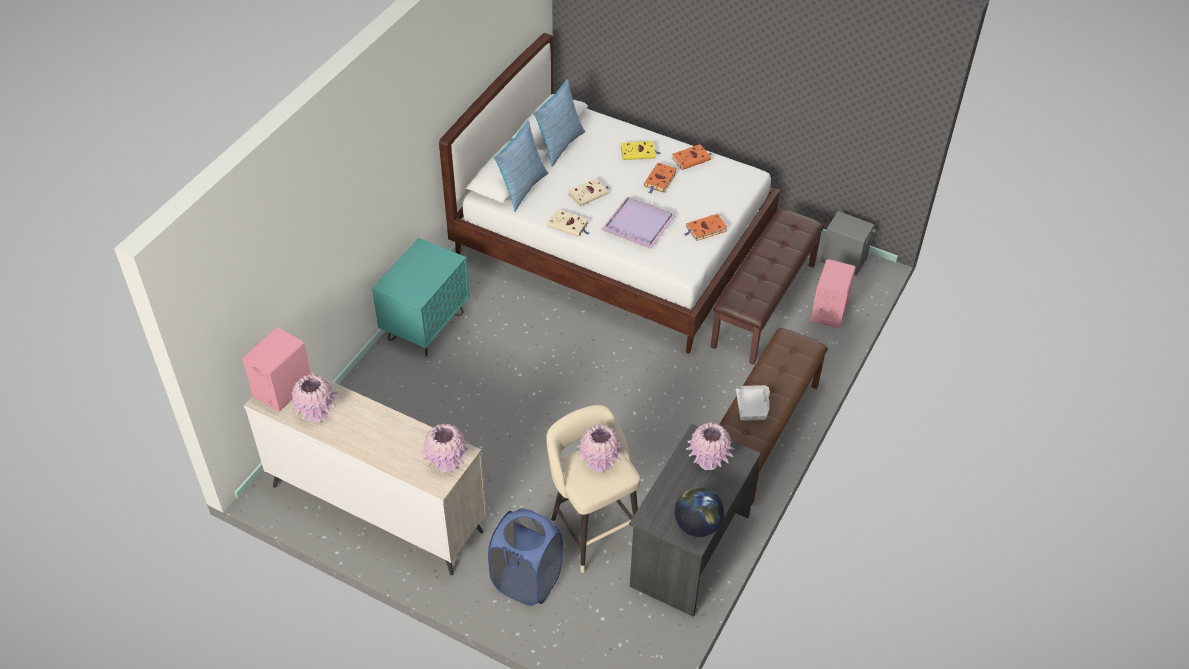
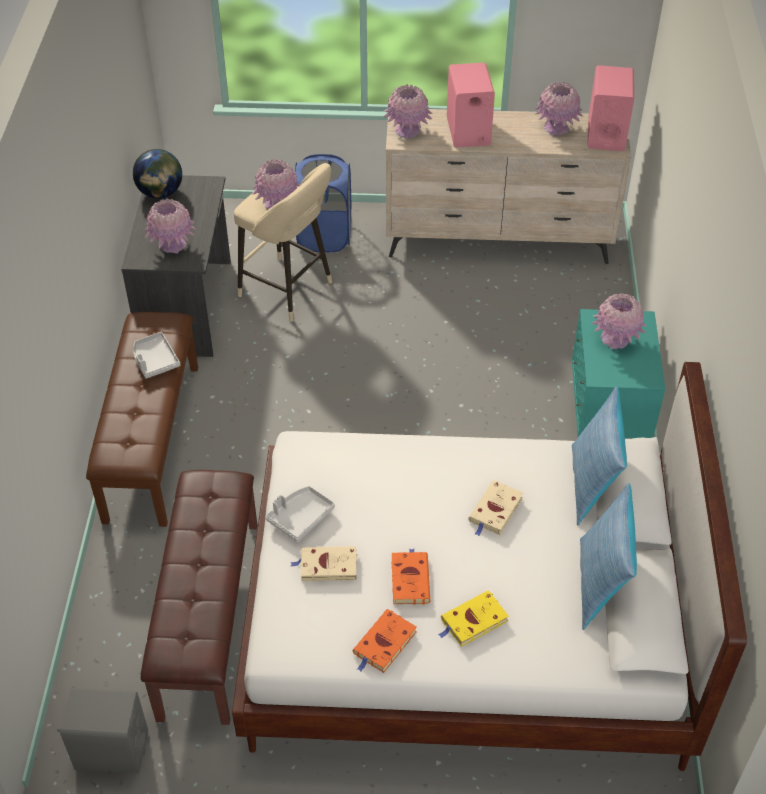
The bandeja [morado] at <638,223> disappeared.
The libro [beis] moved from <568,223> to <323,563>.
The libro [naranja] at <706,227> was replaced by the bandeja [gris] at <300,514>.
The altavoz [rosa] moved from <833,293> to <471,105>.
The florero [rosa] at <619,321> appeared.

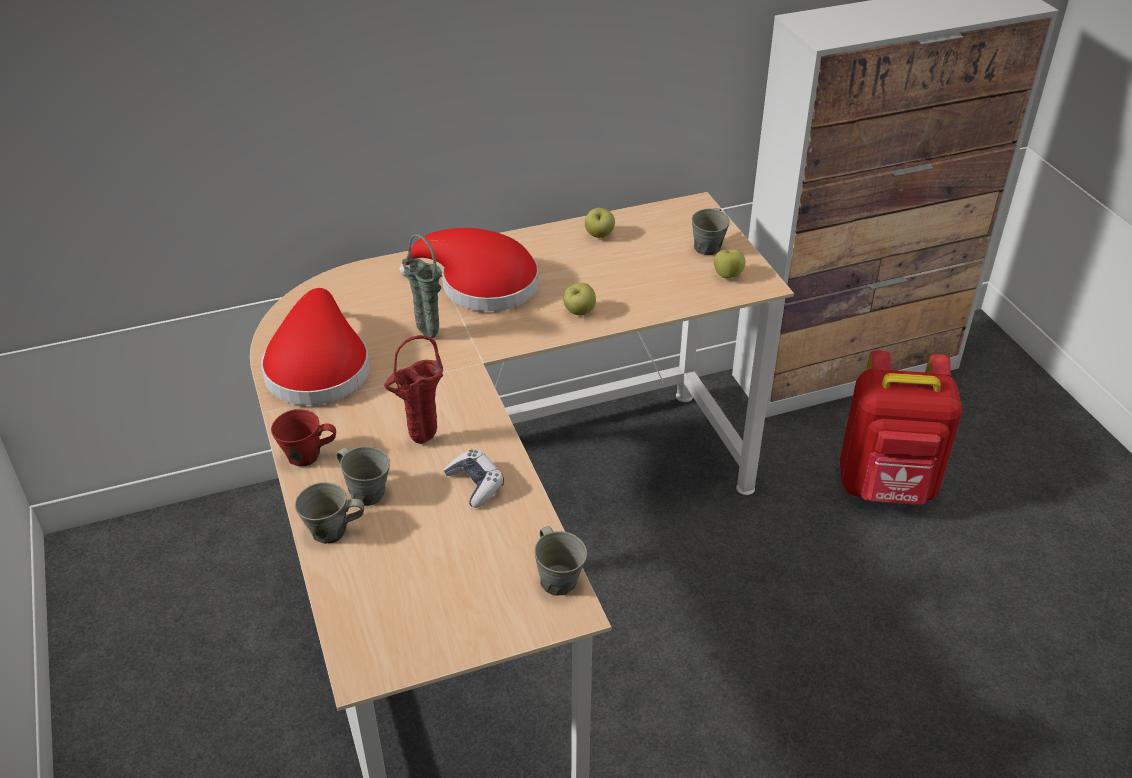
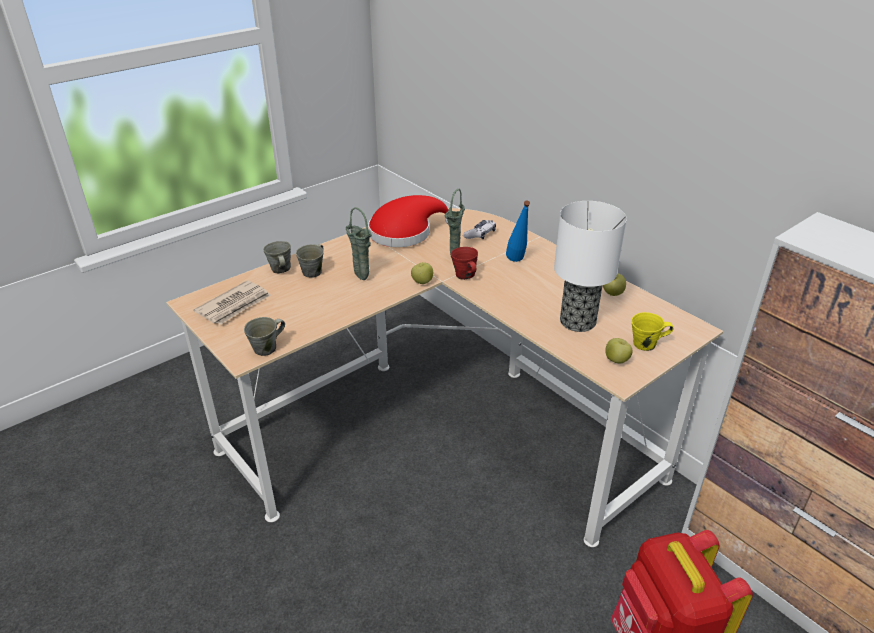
The taza grande [gris] at <711,231> became the taza grande [amarillo] at <652,331>.
The sombrero [rojo] at <469,269> was replaced by the botella [azul] at <518,231>.
The manzana moved from <579,299> to <422,273>.
The florero [rojo] at <413,389> became the florero [verde] at <359,243>.
The taza grande [rojo] moved from <303,438> to <464,263>.
The mando de consola moved from <474,478> to <479,229>.
The lámpara de mesa at <590,266> appeared.
The periódico at <232,302> appeared.

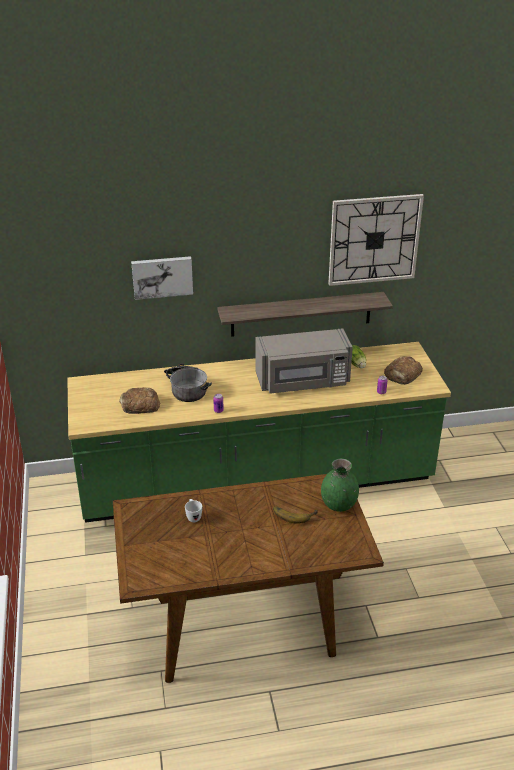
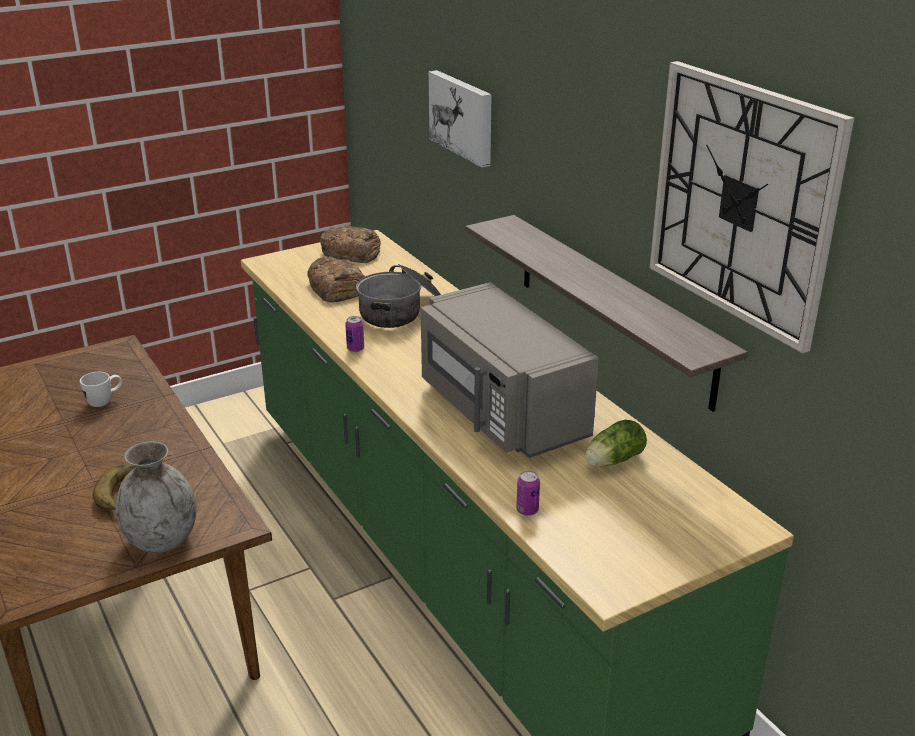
The pan moved from <403,370> to <350,244>.
The florero [verde] at <340,485> became the florero [gris] at <156,497>.

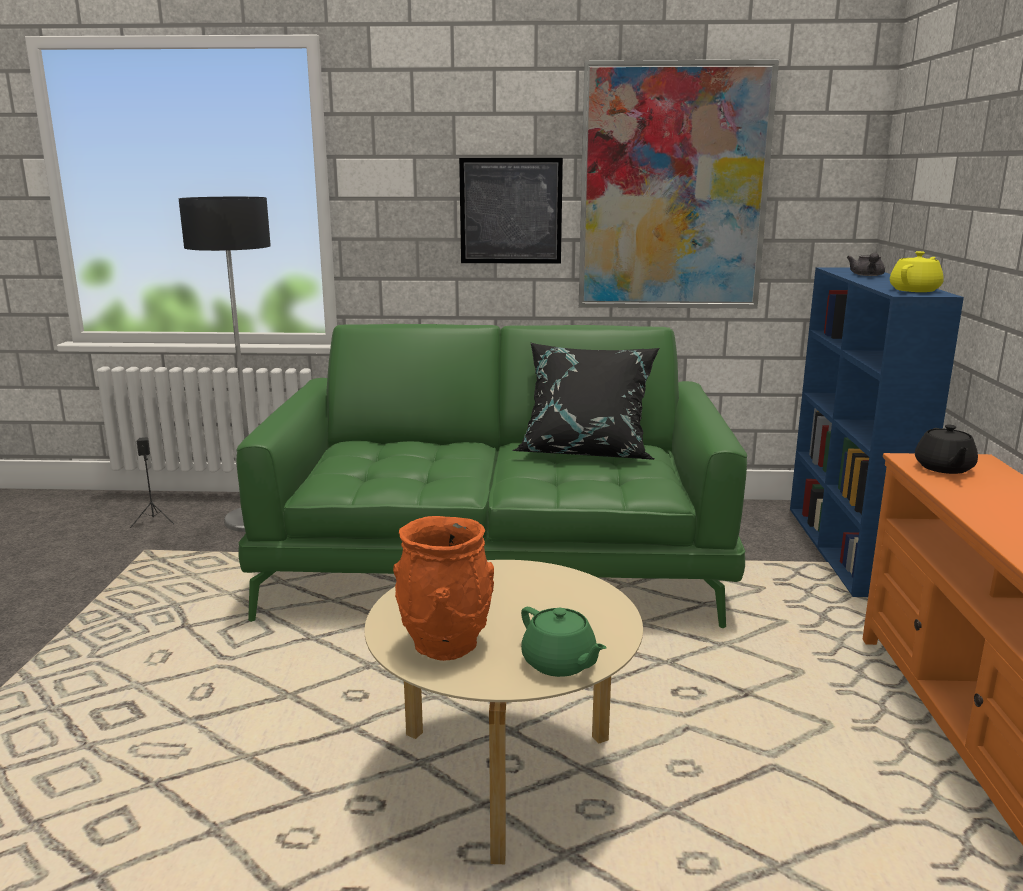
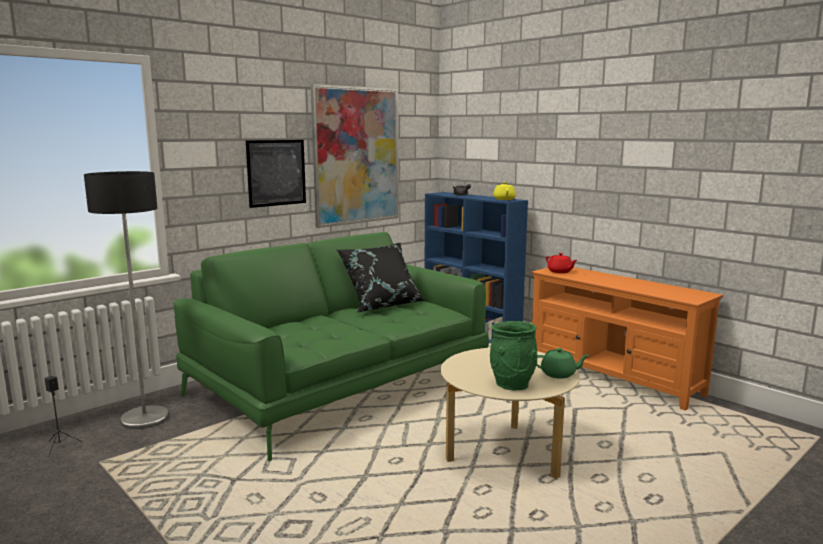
The tetera [negro] at <946,449> became the tetera [rojo] at <562,263>.
The florero [naranja] at <443,588> became the florero [verde] at <513,356>.

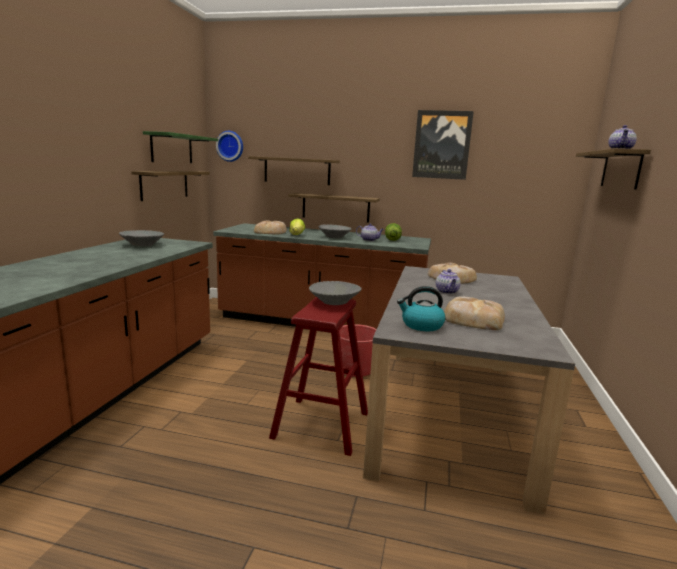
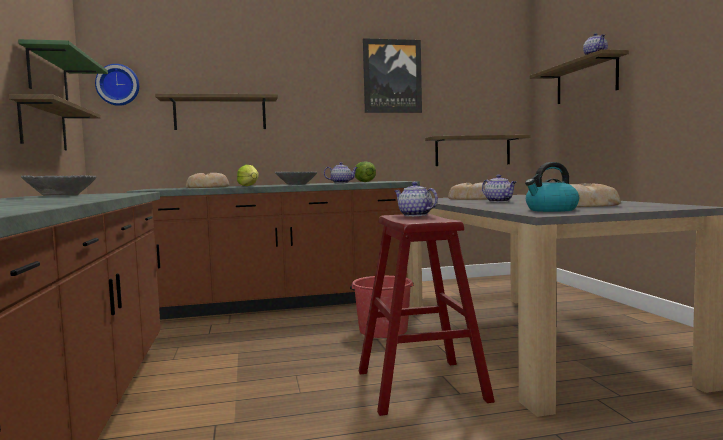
The estante moved from <334,208> to <478,150>.
The cuenco [gris] at <335,293> was replaced by the tetera at <416,199>.

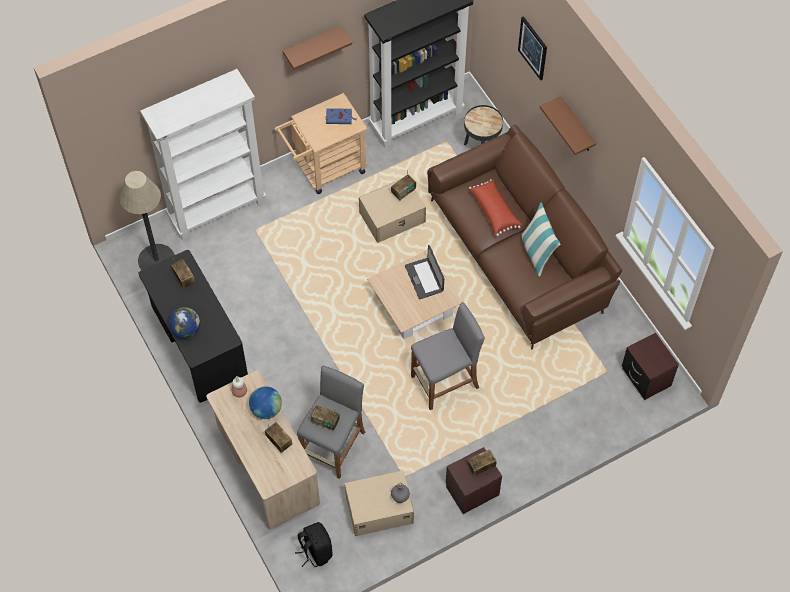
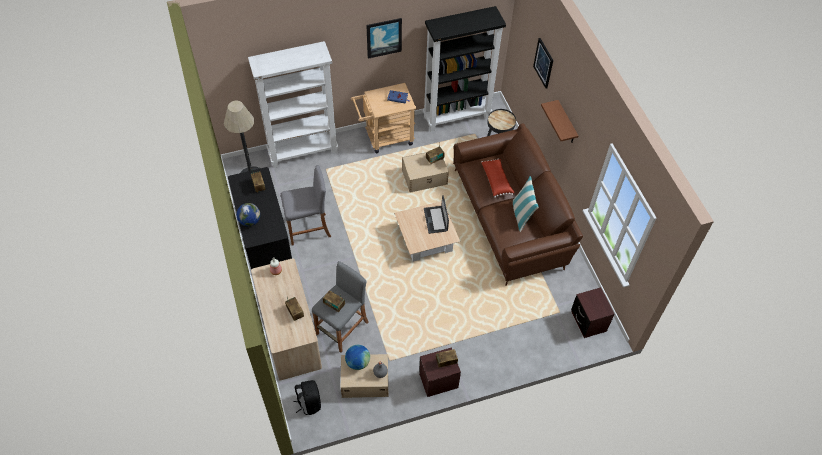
The estante [marrón] at <317,48> was replaced by the cuadro at <384,38>.
The taburete [gris] moved from <448,356> to <306,205>.
The globo terráqueo moved from <265,402> to <357,357>.

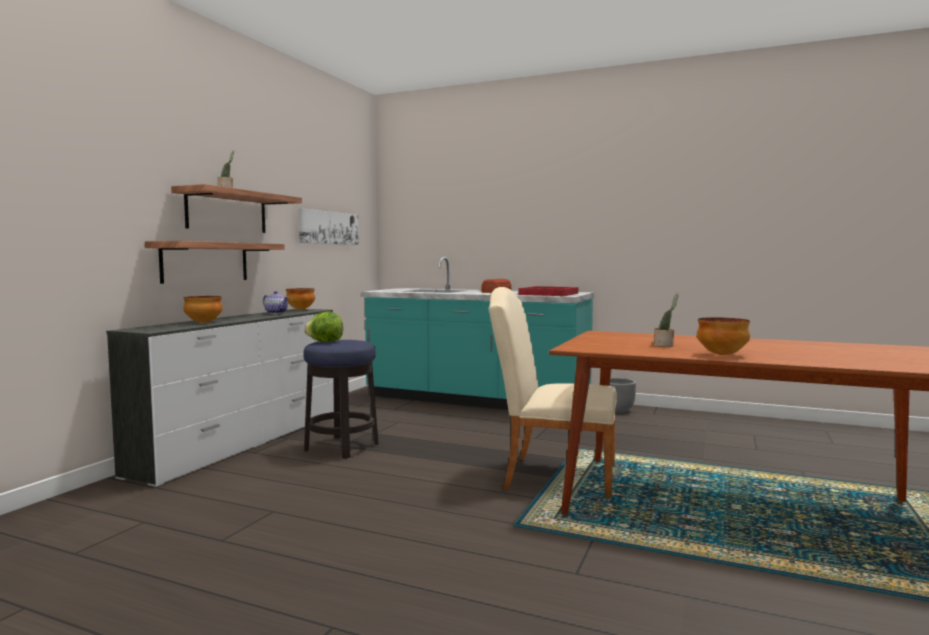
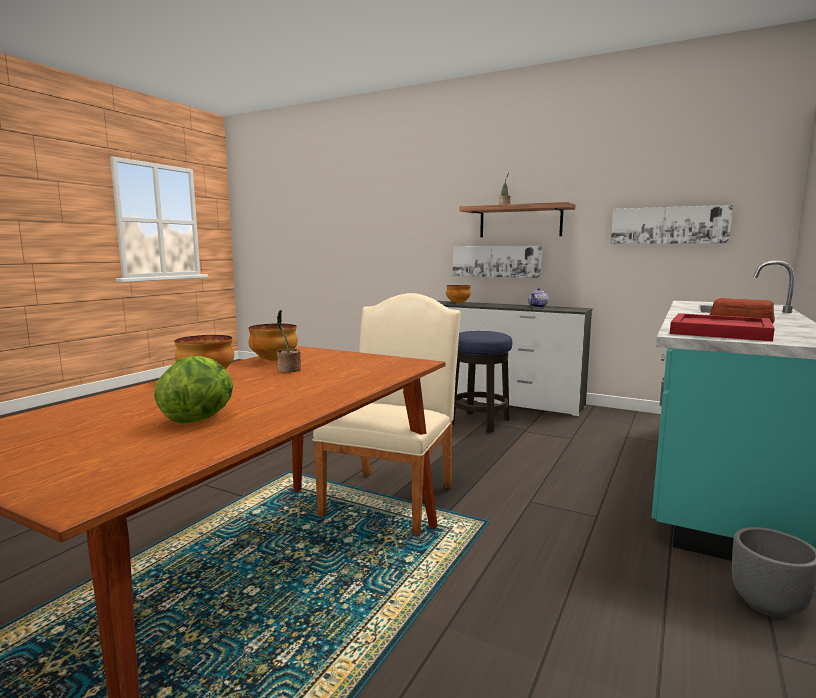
The estante at <215,262> was replaced by the cuadro at <497,262>.
The cuenco moved from <300,299> to <273,342>.
The lechuga moved from <323,326> to <193,390>.

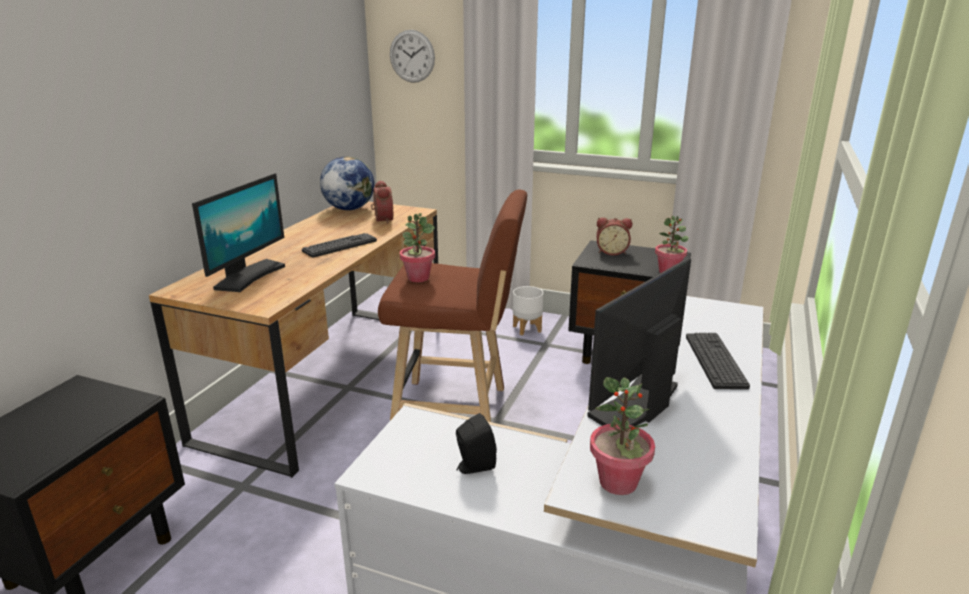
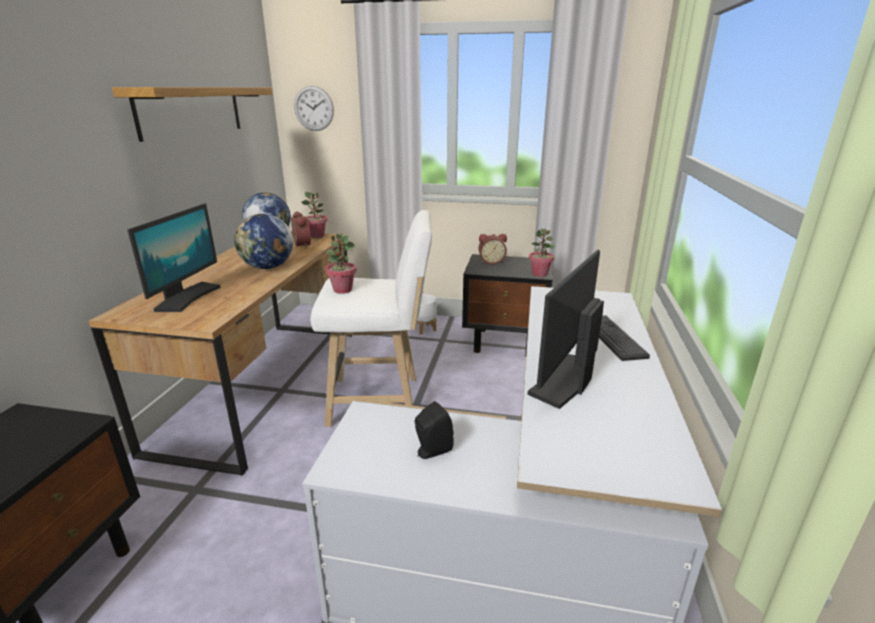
The taburete [marrón] at <452,305> became the taburete [blanco] at <371,318>.
The teclado at <339,245> was replaced by the globo terráqueo at <263,241>.
The planta en maceta moved from <622,436> to <314,214>.
The estante at <192,114> appeared.

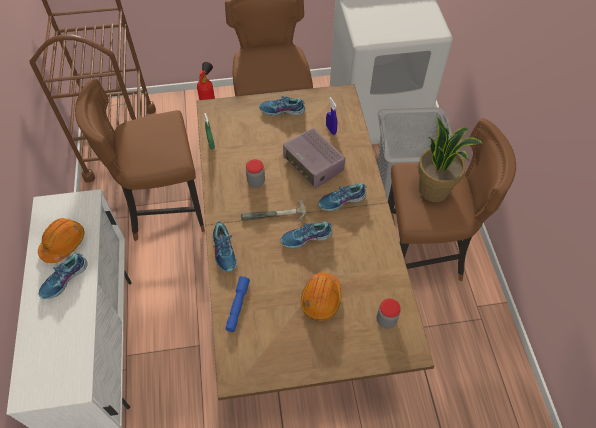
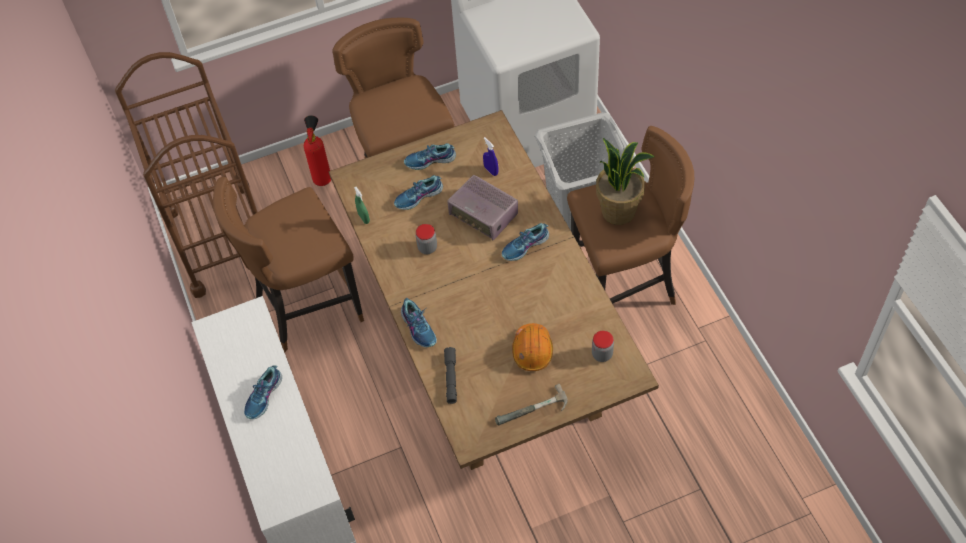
The martillo moved from <273,211> to <531,405>.
The casco [naranja] at <61,240> disappeared.
The zapato moved from <306,234> to <418,192>.
The linterna [azul] at <237,304> became the linterna [gris] at <450,375>.

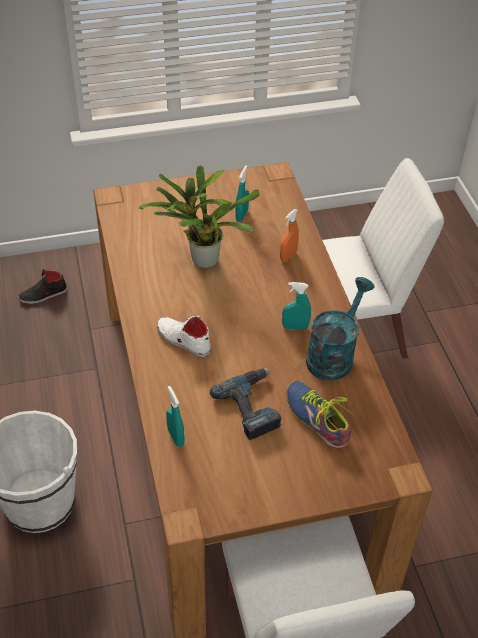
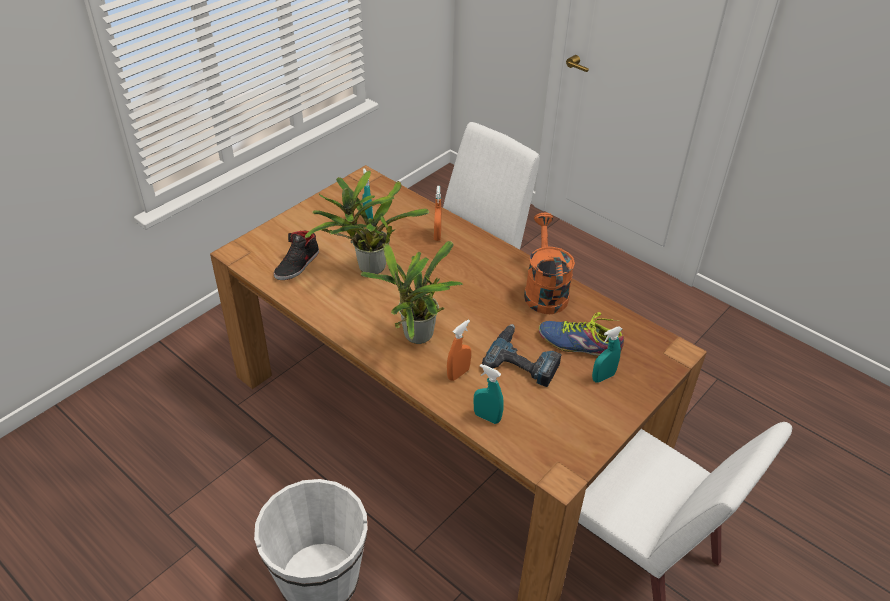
The zapato [negro] moved from <42,287> to <296,255>.
The regadera [turquesa] at <340,329> became the regadera [naranja] at <549,263>.
The pulverizador [turquesa] moved from <296,306> to <607,354>.
The zapato [blanco] at <184,336> was replaced by the planta en maceta at <412,292>.
The pulverizador [naranja] at <459,350> appeared.

